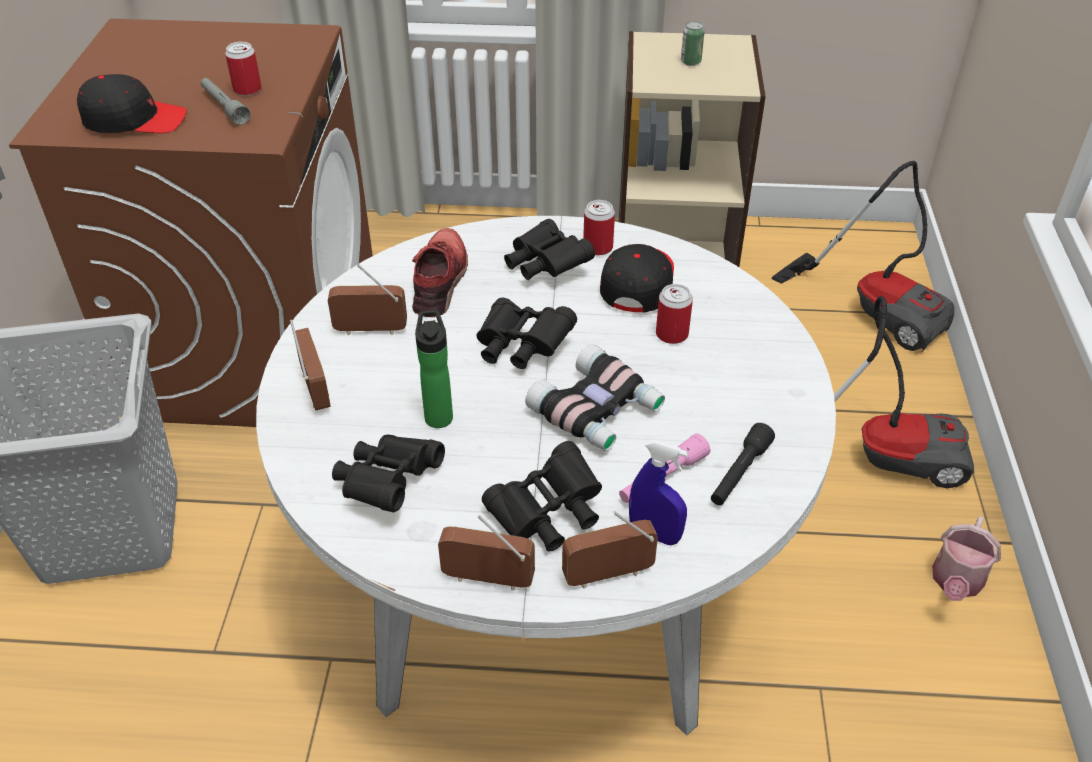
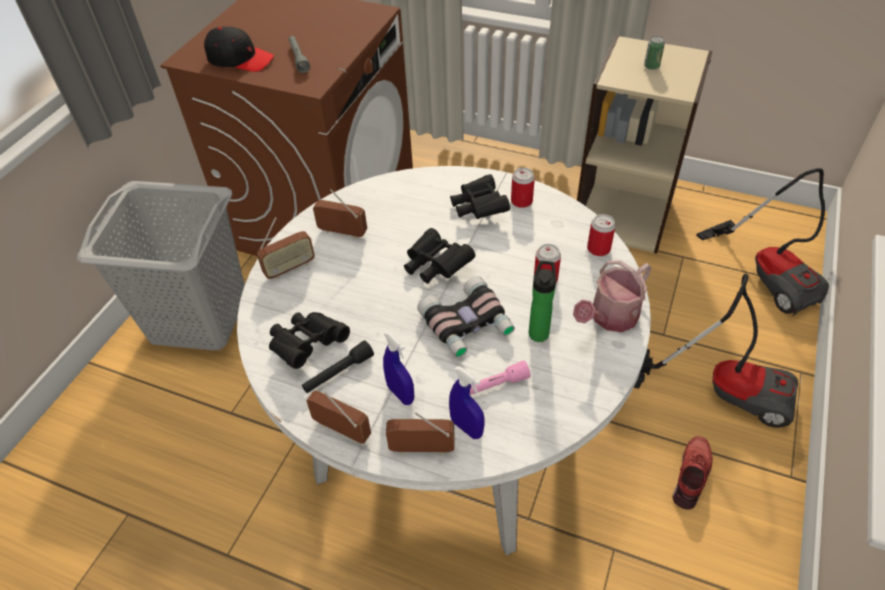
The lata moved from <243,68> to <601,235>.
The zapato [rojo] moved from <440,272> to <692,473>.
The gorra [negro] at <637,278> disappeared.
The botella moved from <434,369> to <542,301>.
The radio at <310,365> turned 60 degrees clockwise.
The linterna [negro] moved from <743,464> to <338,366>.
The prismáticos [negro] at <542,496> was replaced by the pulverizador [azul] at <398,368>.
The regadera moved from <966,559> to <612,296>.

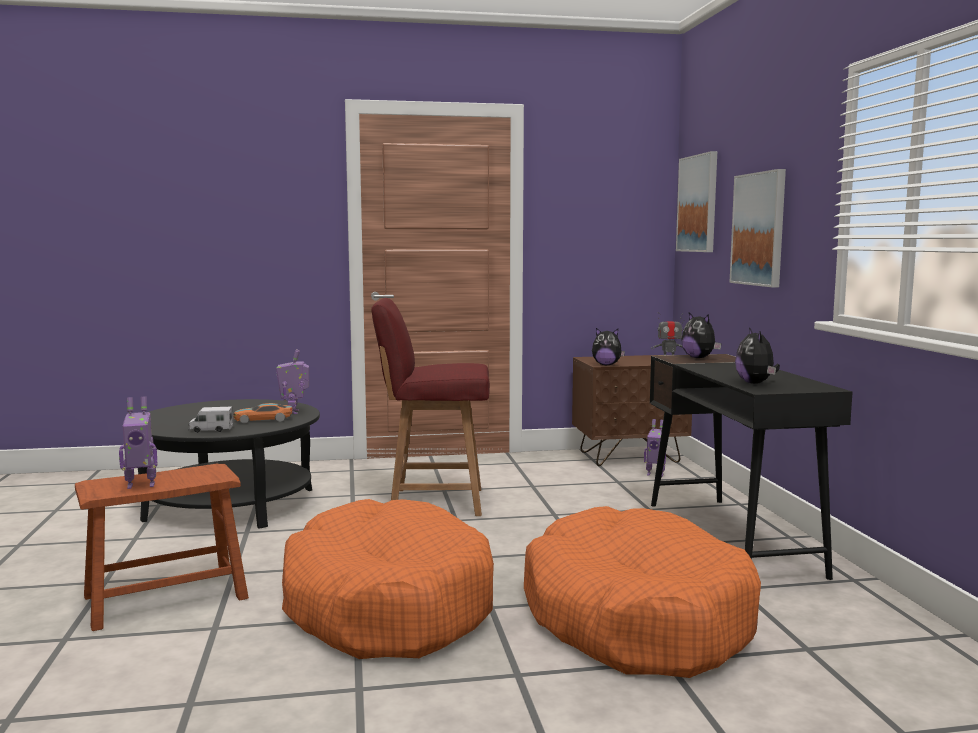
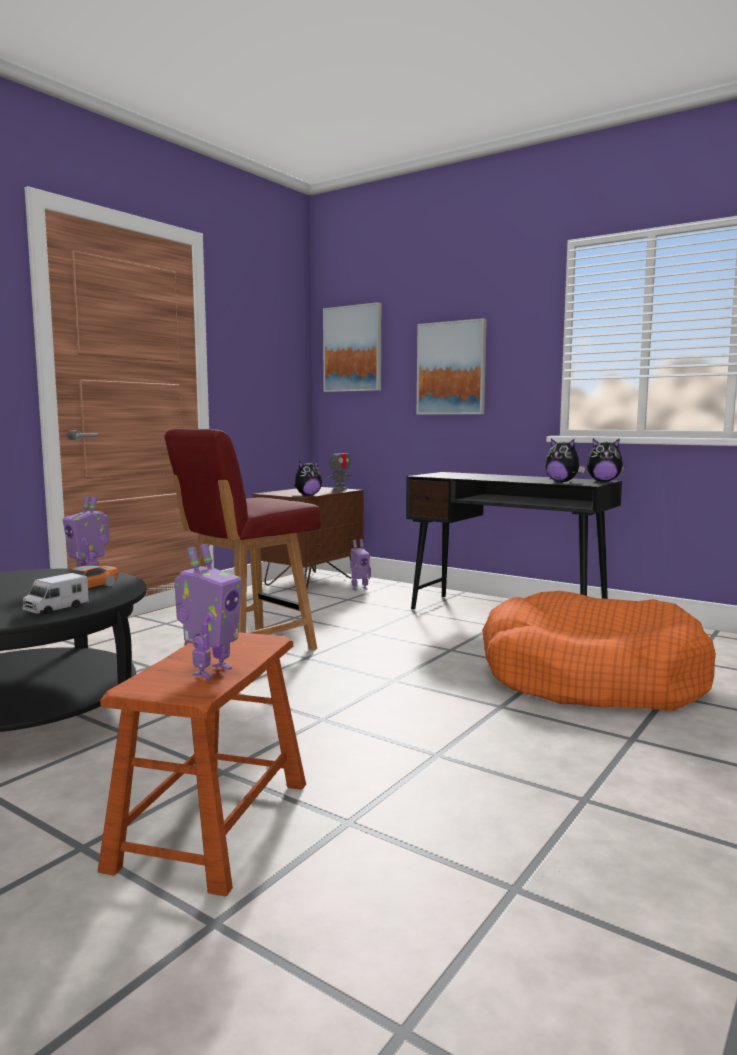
The peluche moved from <701,335> to <605,460>.
The cama para perro [naranja] at <388,579> disappeared.

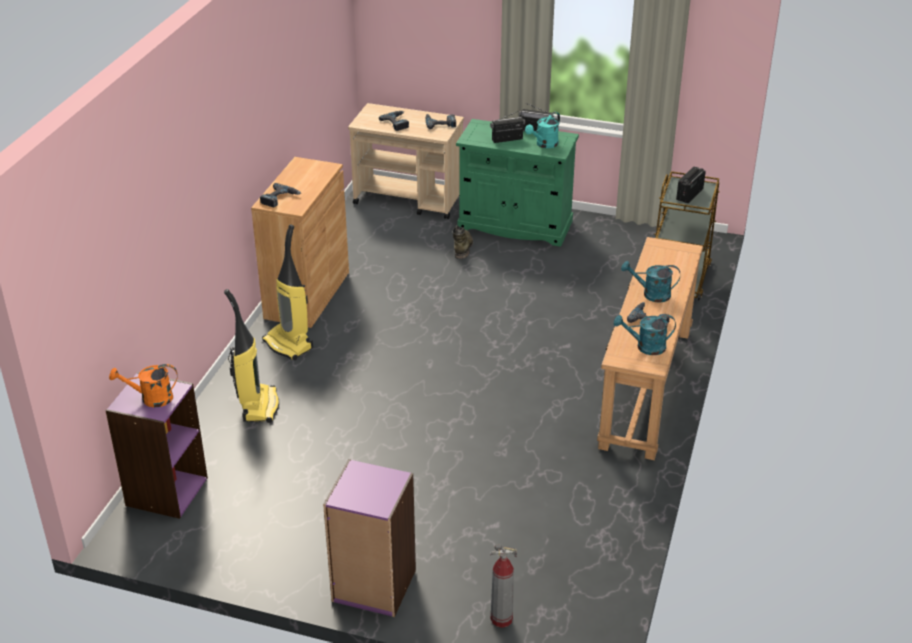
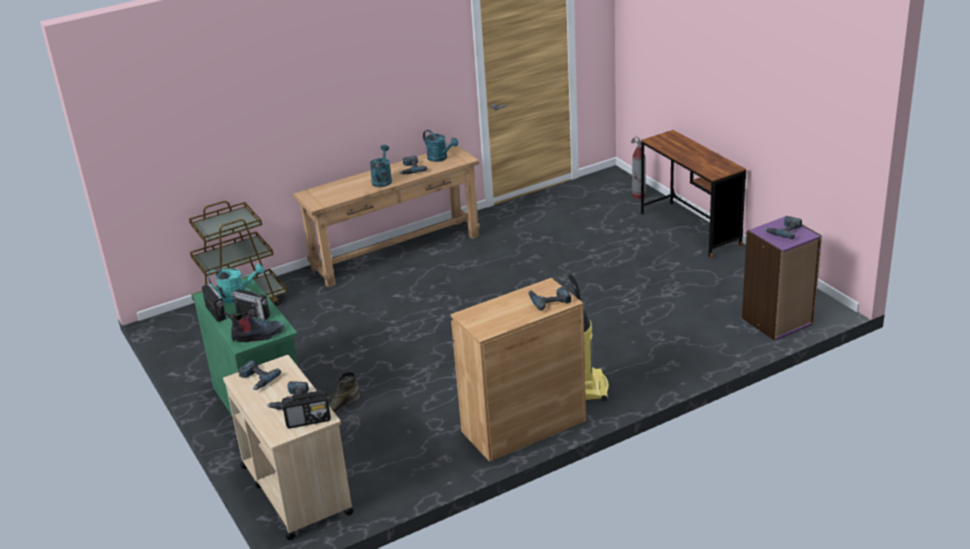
The radio moved from <691,185> to <306,409>.
The regadera [turquesa] at <650,282> turned 135 degrees counterclockwise.
The aspiradora at <251,356> disappeared.
The regadera [naranja] at <143,385> was replaced by the taladro at <783,227>.
The estantería [morado] at <369,538> was replaced by the escritorio [marrón] at <693,194>.
The bota at <254,325> appeared.

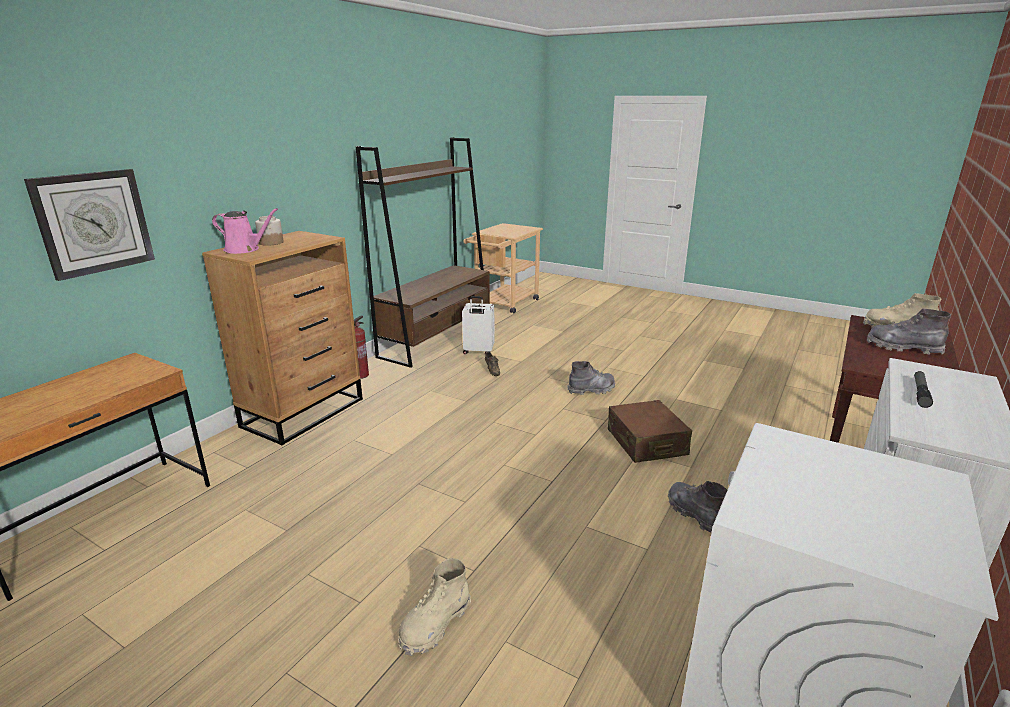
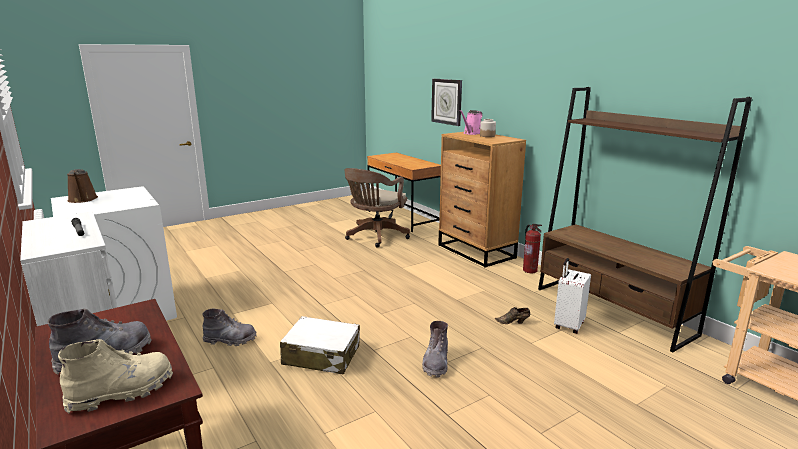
The maleta [marrón] at <650,431> became the maleta [blanco] at <320,345>.
The bota [beis] at <434,607> disappeared.
The silla de oficina [marrón] at <377,207> appeared.
The regadera [marrón] at <82,186> appeared.

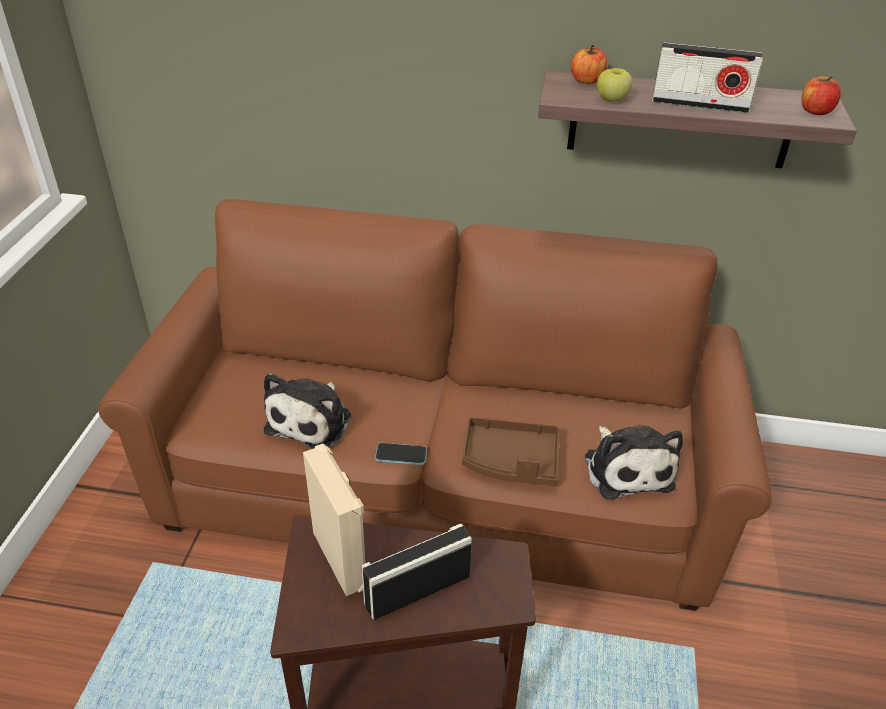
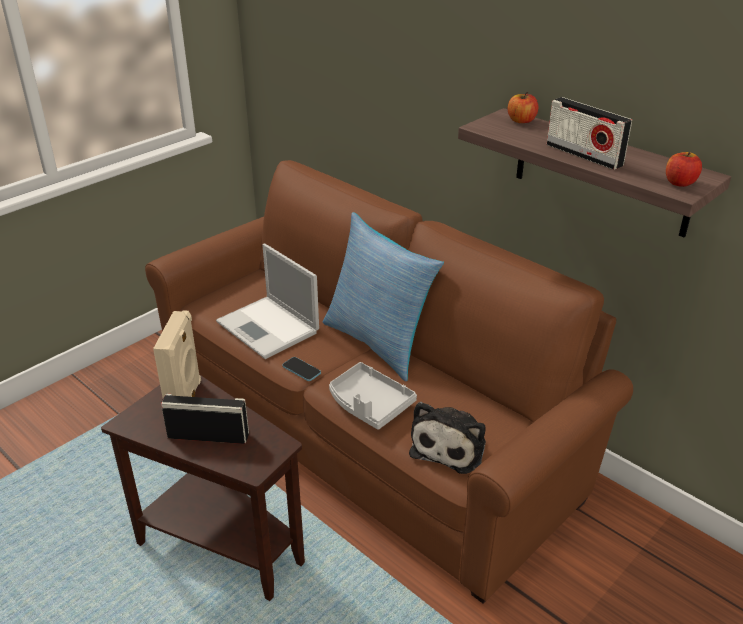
The manzana at <614,85> disappeared.
The peluche at <307,411> was replaced by the portátil at <267,301>.
The bandeja [marrón] at <511,451> became the bandeja [gris] at <373,396>.
The cojín at <383,296> appeared.

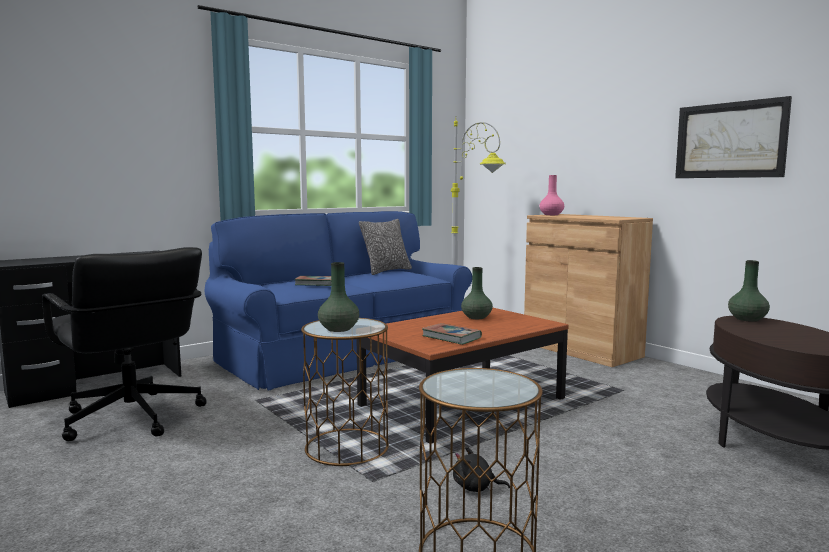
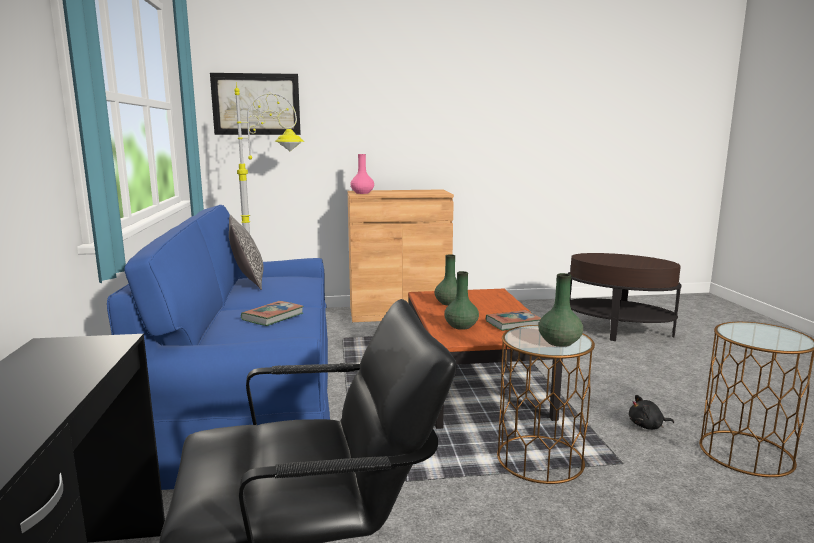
The cuadro moved from <733,137> to <255,104>.
The florero [verde] moved from <749,291> to <461,300>.
The peluche [negro] at <481,469> turned 45 degrees clockwise.

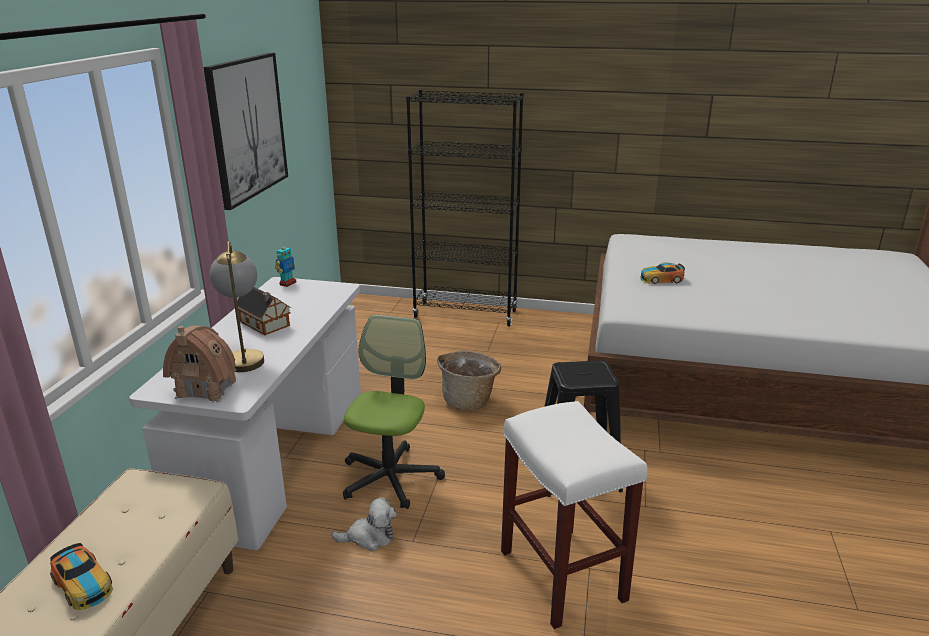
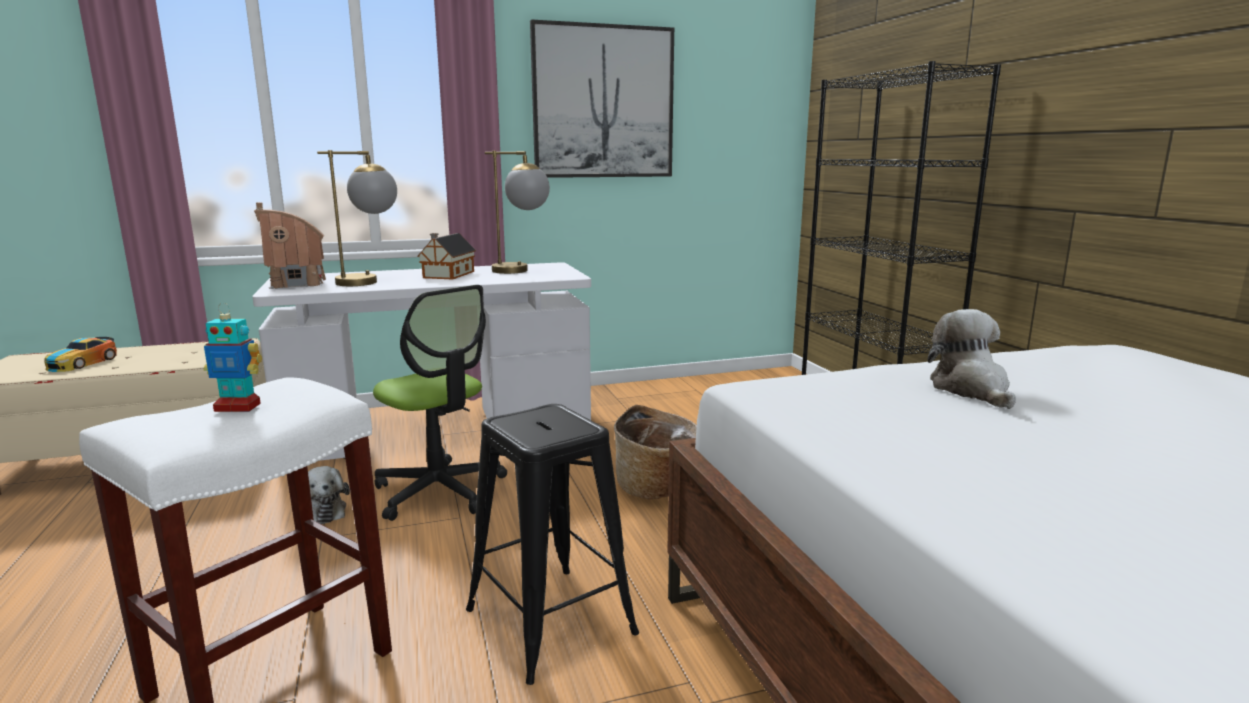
The robot de juguete moved from <285,266> to <233,357>.
The coche de juguete at <662,273> was replaced by the peluche at <972,359>.
The silla de oficina at <394,411> turned 60 degrees clockwise.
The lámpara de mesa at <517,212> appeared.

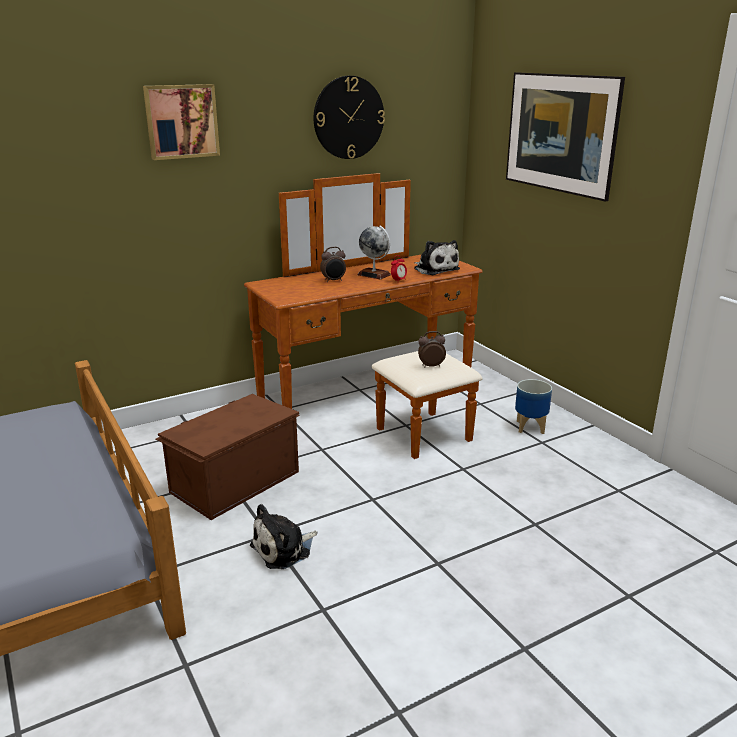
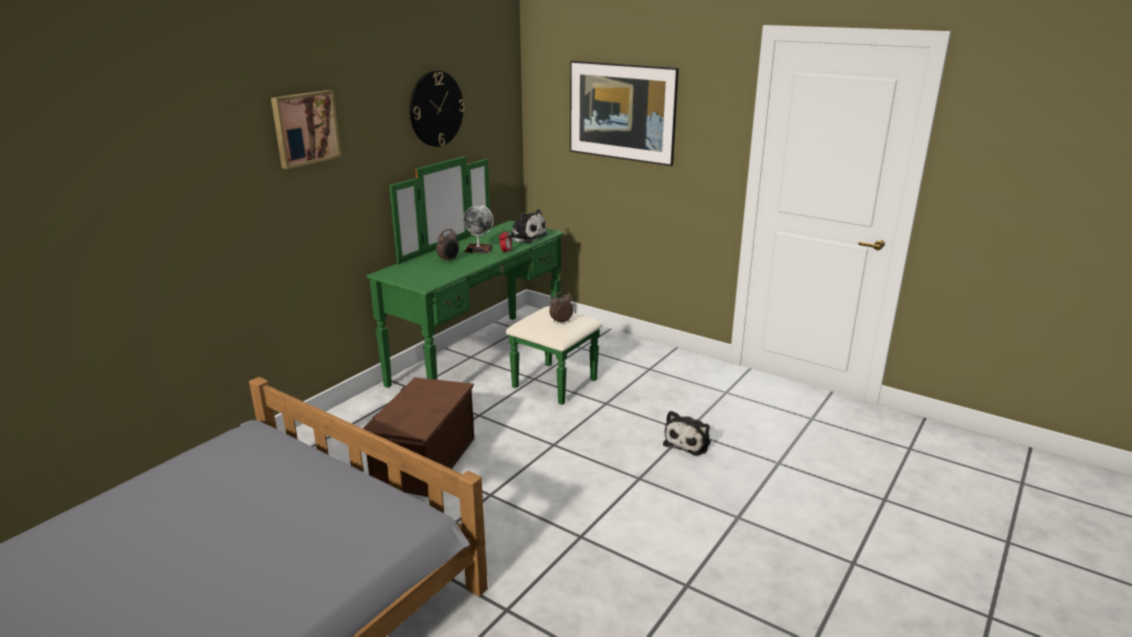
The cómoda [marrón] at <363,316> became the cómoda [verde] at <484,280>.
The maceta at <533,406> disappeared.
The peluche moved from <284,536> to <687,433>.

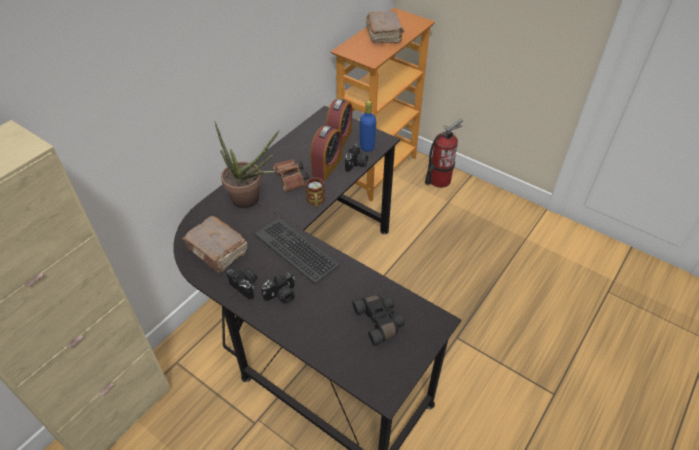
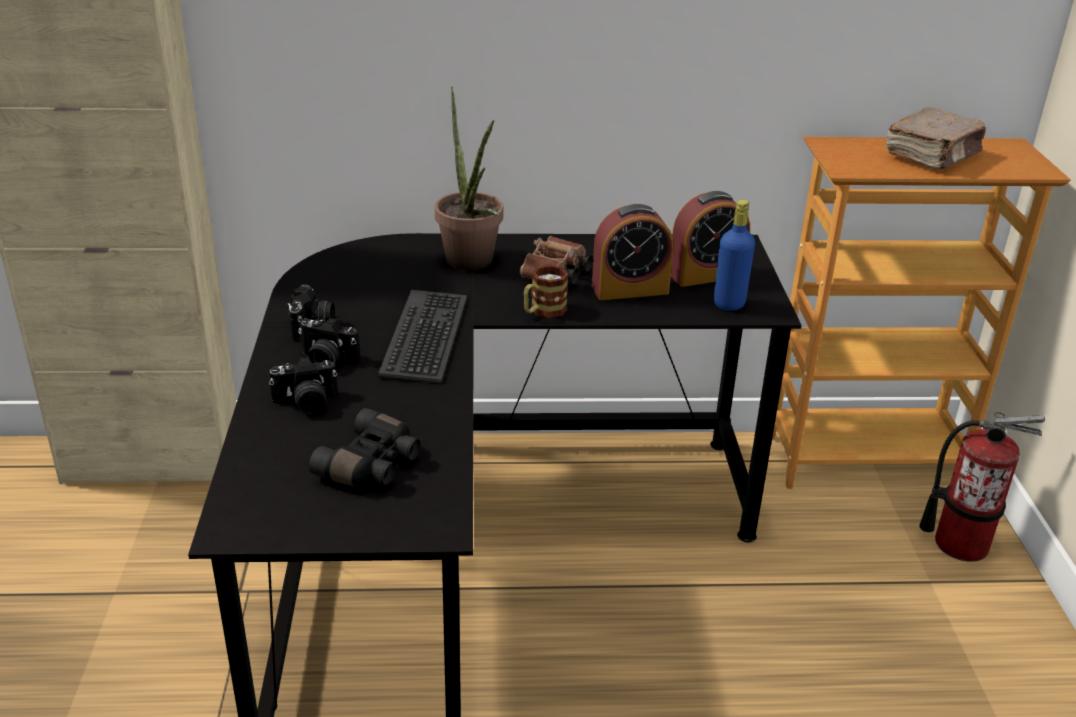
The cámara moved from <356,158> to <303,385>.
The libro [marrón] at <215,244> disappeared.

